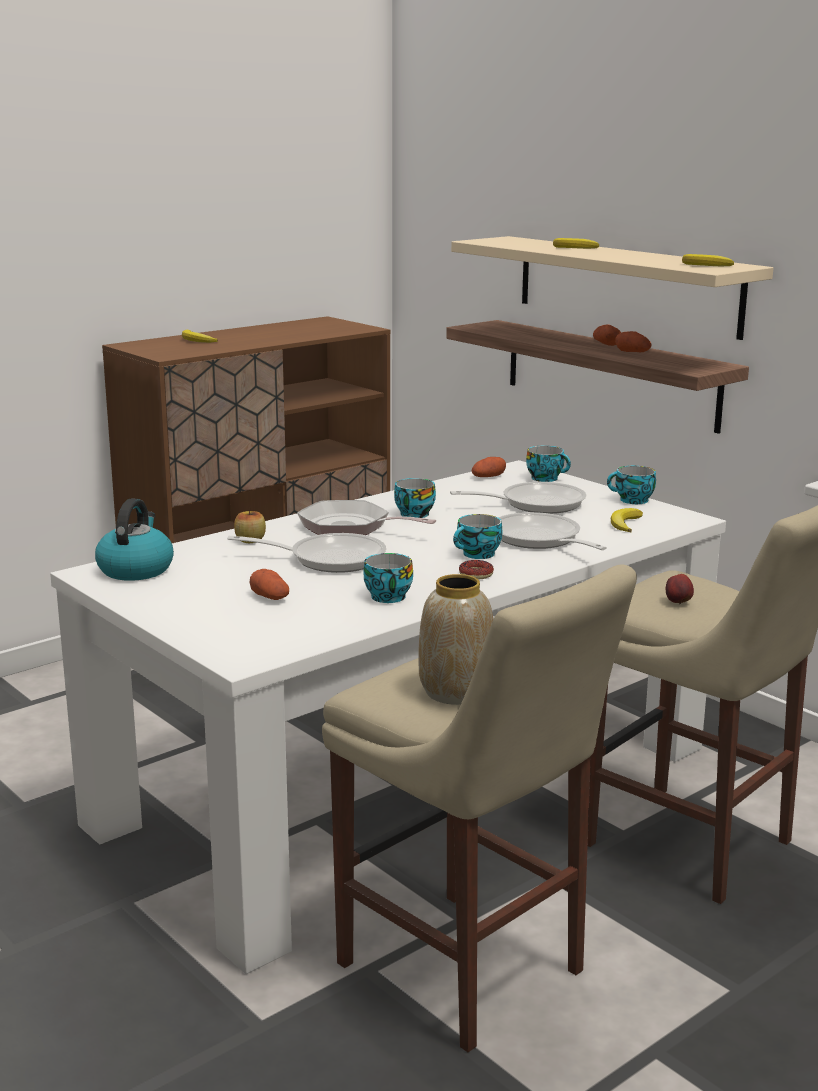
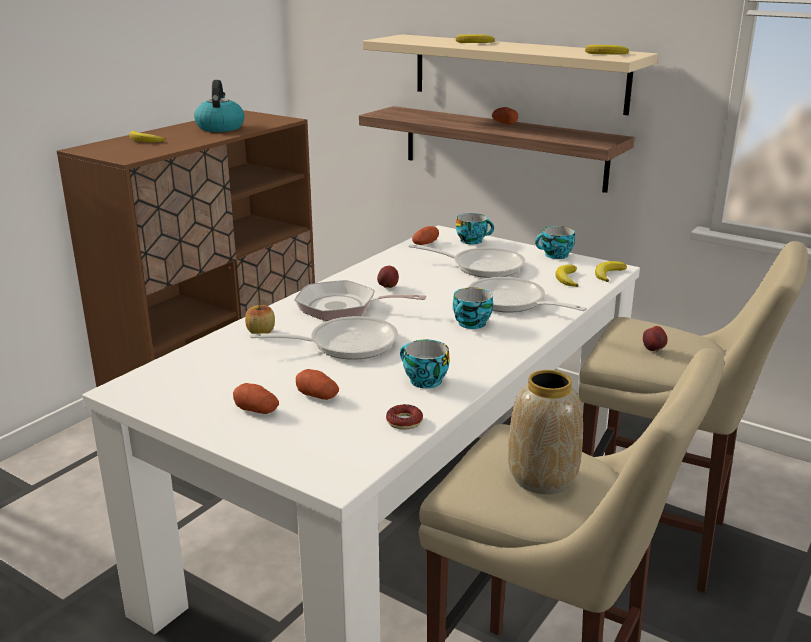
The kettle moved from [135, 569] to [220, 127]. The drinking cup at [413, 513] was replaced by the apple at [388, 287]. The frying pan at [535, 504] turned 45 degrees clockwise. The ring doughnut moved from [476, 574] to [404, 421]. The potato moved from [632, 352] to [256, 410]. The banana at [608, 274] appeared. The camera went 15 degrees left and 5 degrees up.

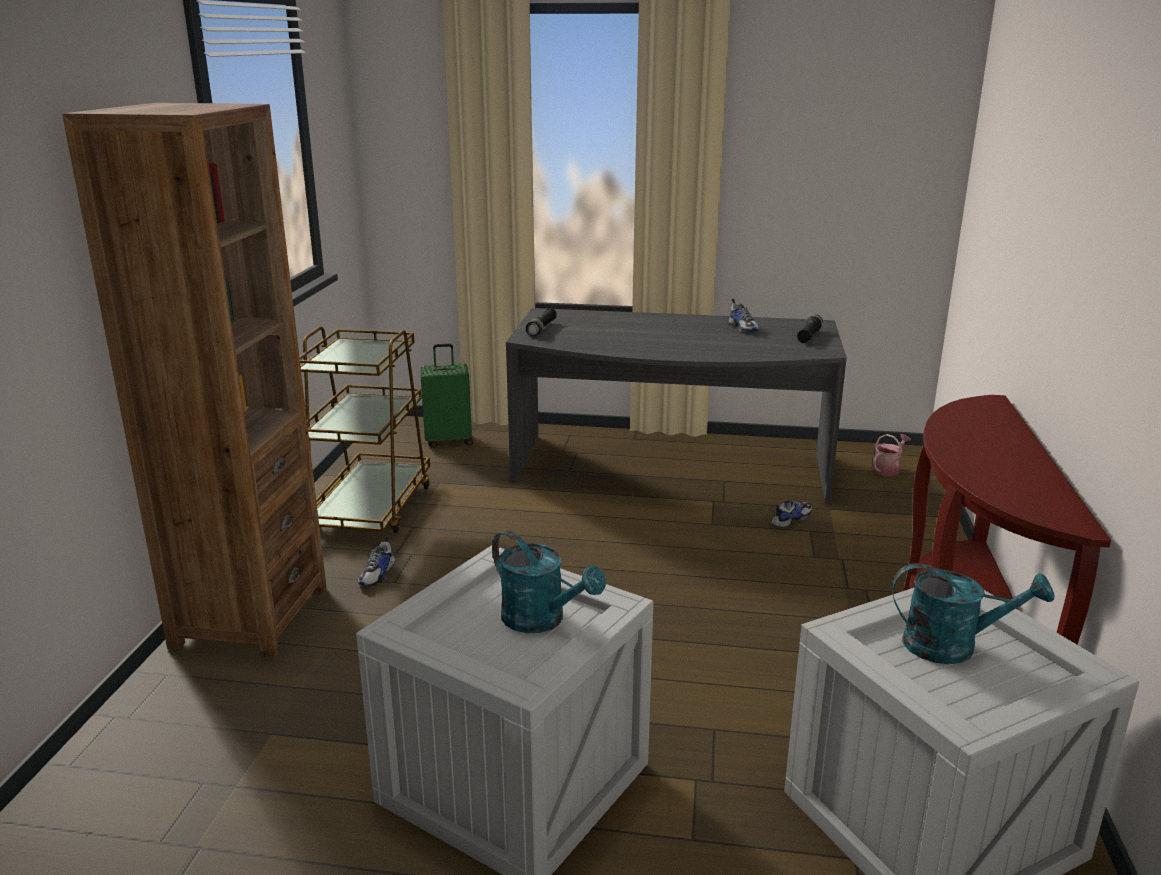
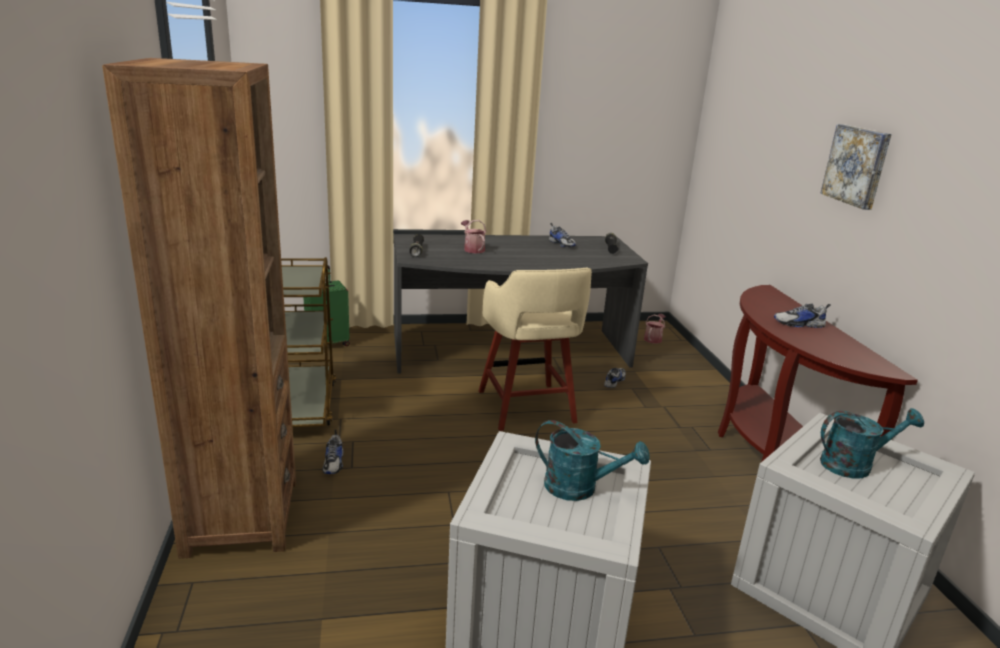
The sprinkling can at [473, 249] appeared. The sand-coloured stool at [527, 408] appeared. The item of footwear at [799, 324] appeared. The wall picture at [857, 165] appeared. The camera went 20 degrees left and 0 degrees up.

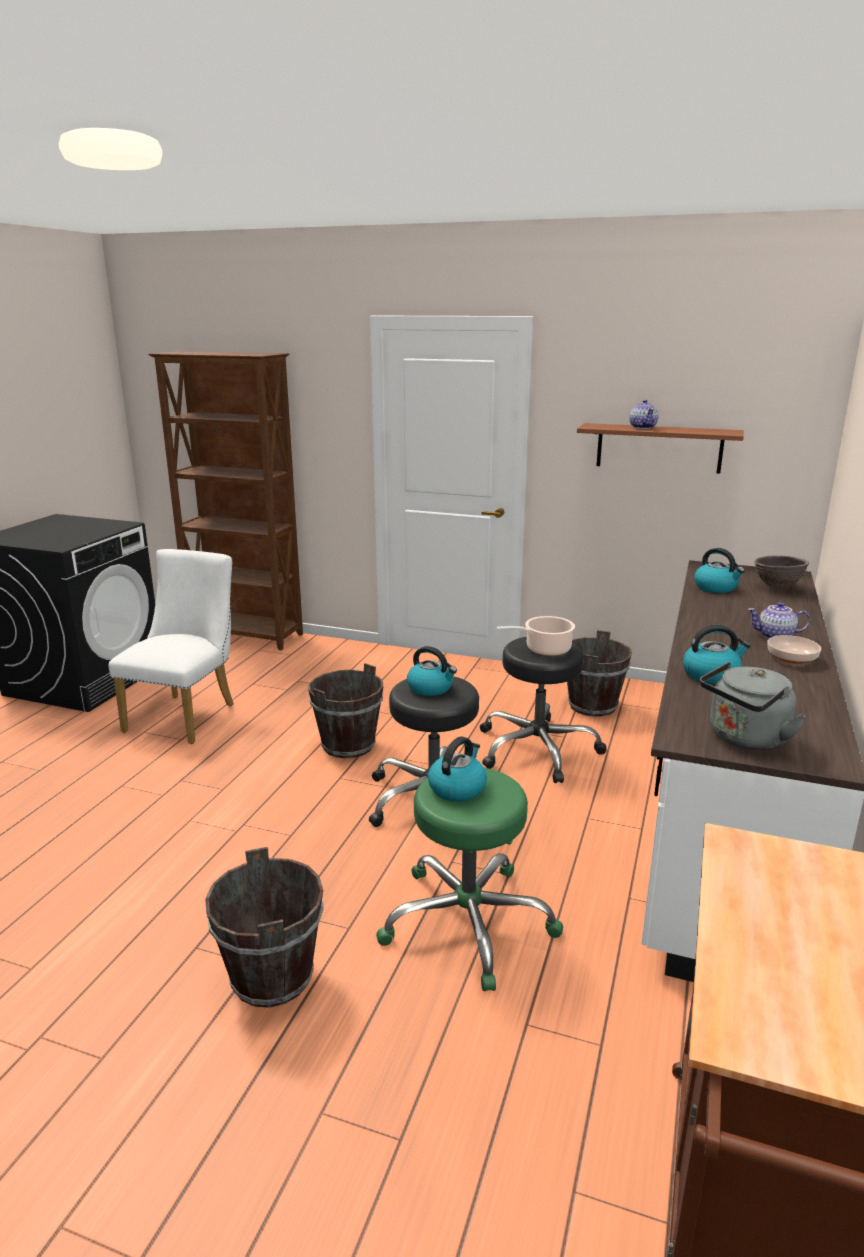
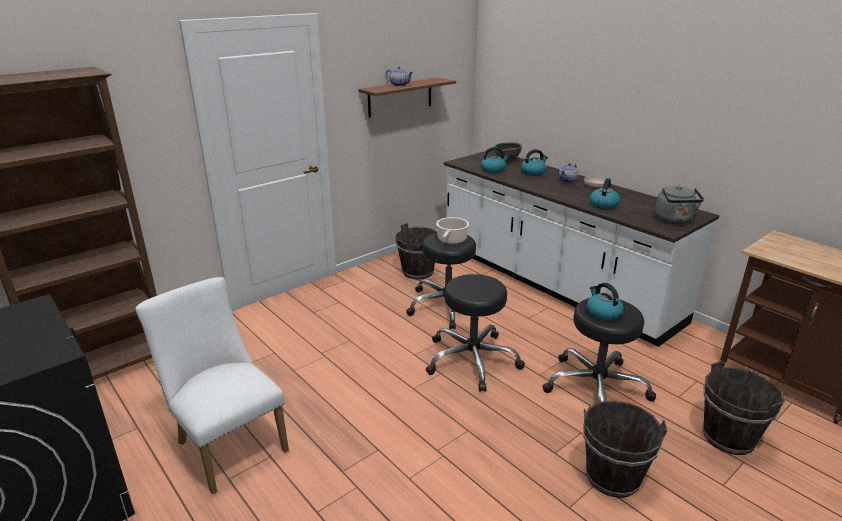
The brownish pail moved from [348, 745] to [729, 437]. The green-coloured stool at [469, 921] became the black-coloured stool at [596, 387]. The kettle moved from [431, 688] to [533, 172]. The camera went 60 degrees left and 5 degrees up.

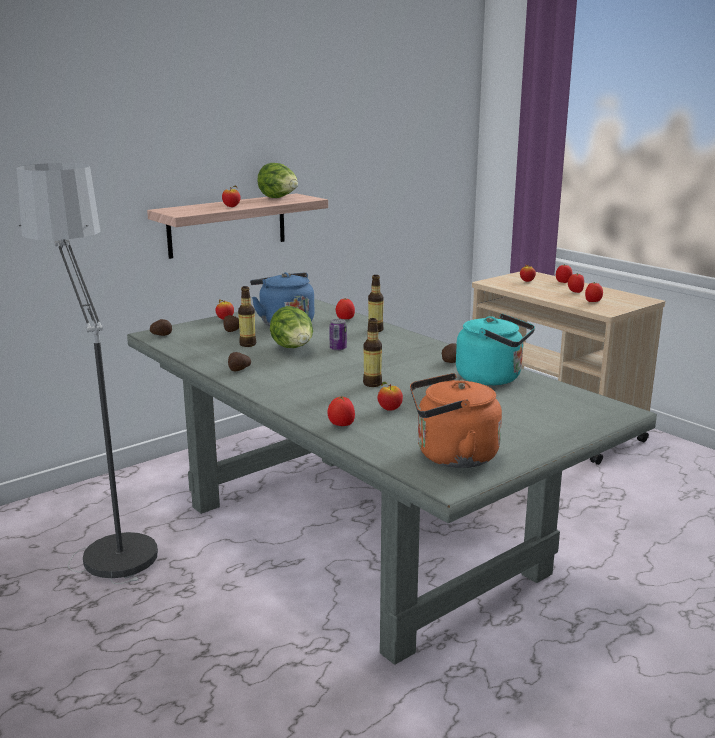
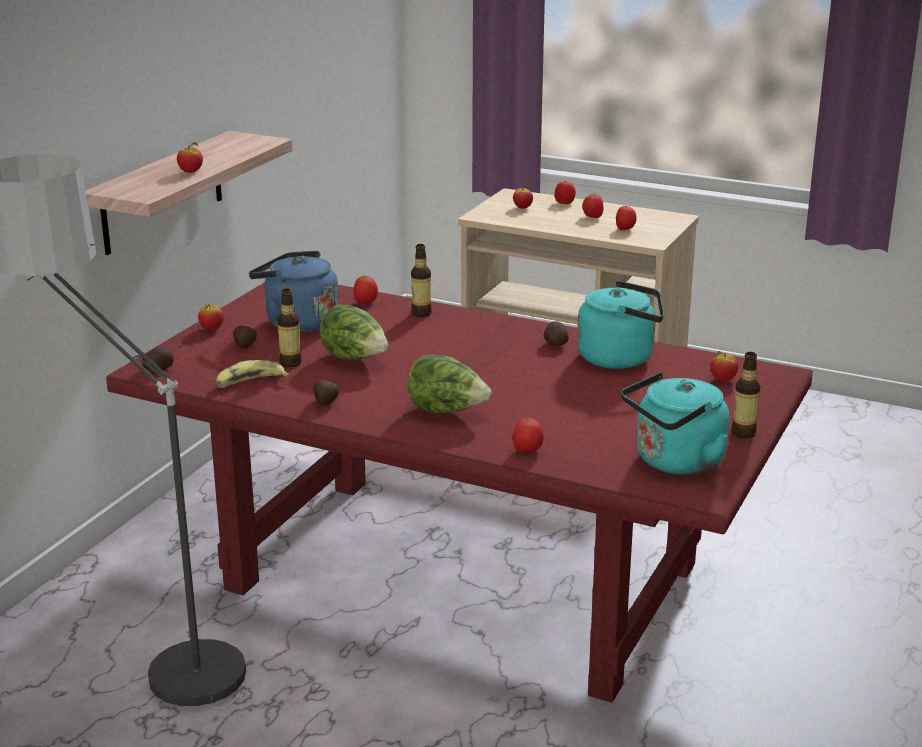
The gray kitchen table at [360, 539] became the red kitchen table at [464, 577]. The head of lettuce moved from [279, 198] to [447, 411]. The metal can at [338, 348] disappeared. The bottle moved from [372, 384] to [743, 433]. The apple moved from [389, 409] to [722, 380]. The orange kettle at [451, 456] became the turquoise kettle at [675, 462]. The banana at [250, 383] appeared. The camera went 25 degrees left and 5 degrees up.

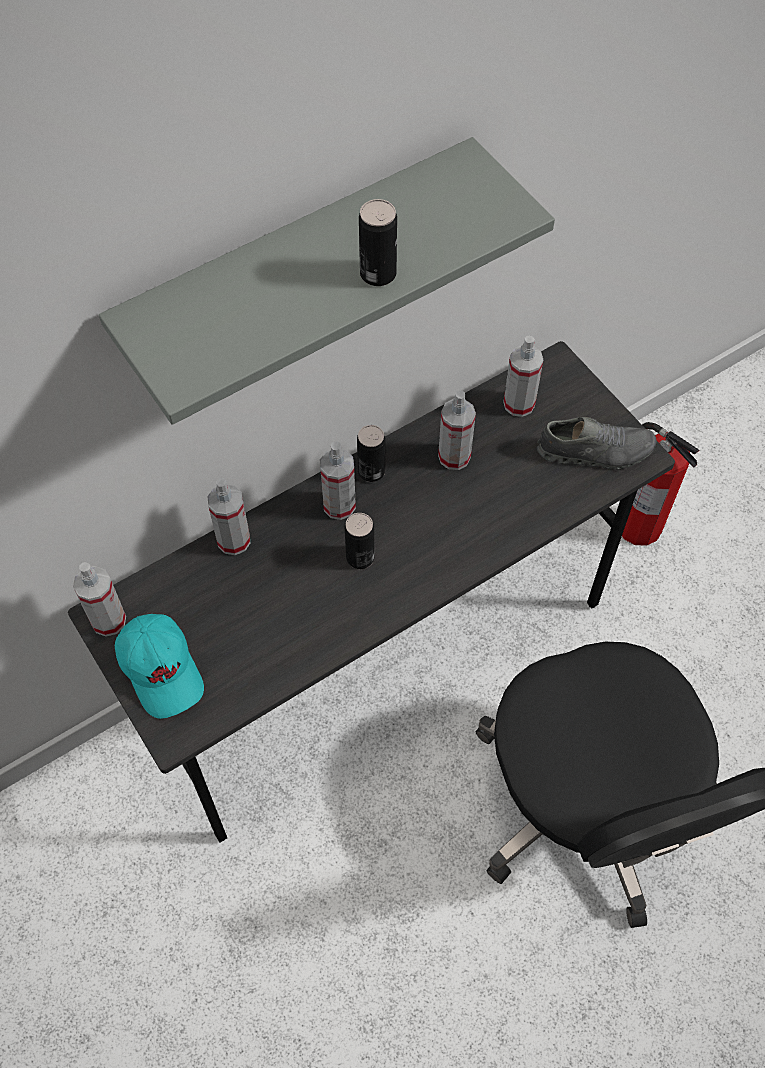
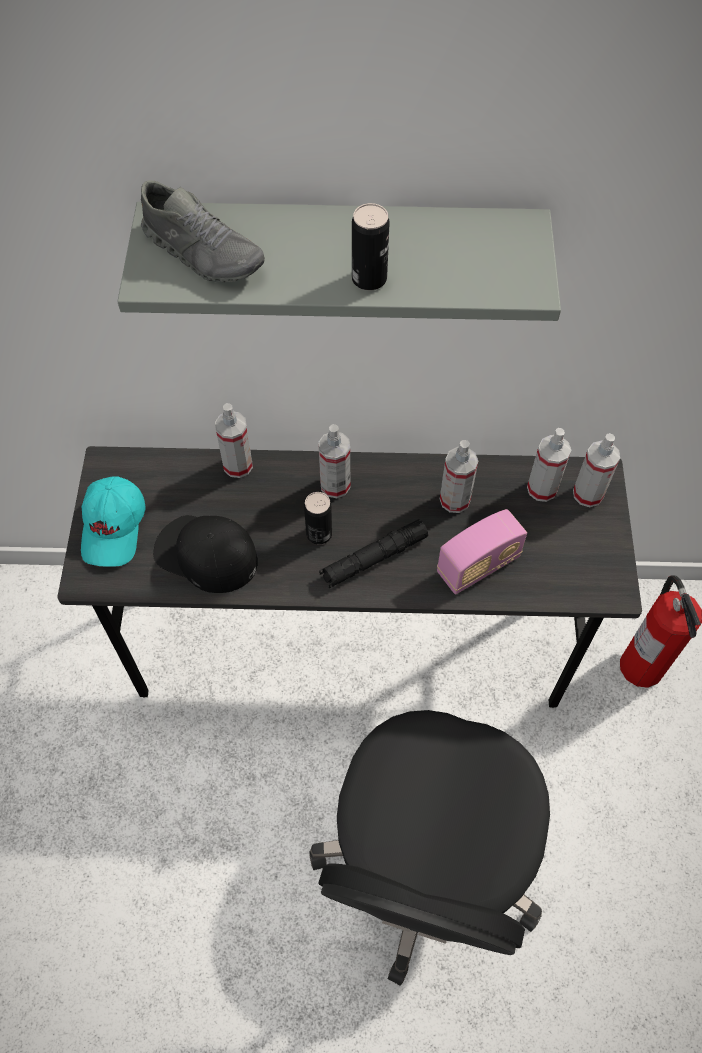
The spray bottle moved from [108, 620] to [588, 494]. The metal can at [371, 471] disappeared. The gray item of footwear moved from [594, 451] to [203, 252]. The black-coloured peaked cap at [206, 555] appeared. The black-coloured flashlight at [374, 558] appeared. The radio at [478, 565] appeared. The camera went 35 degrees right and 0 degrees up.

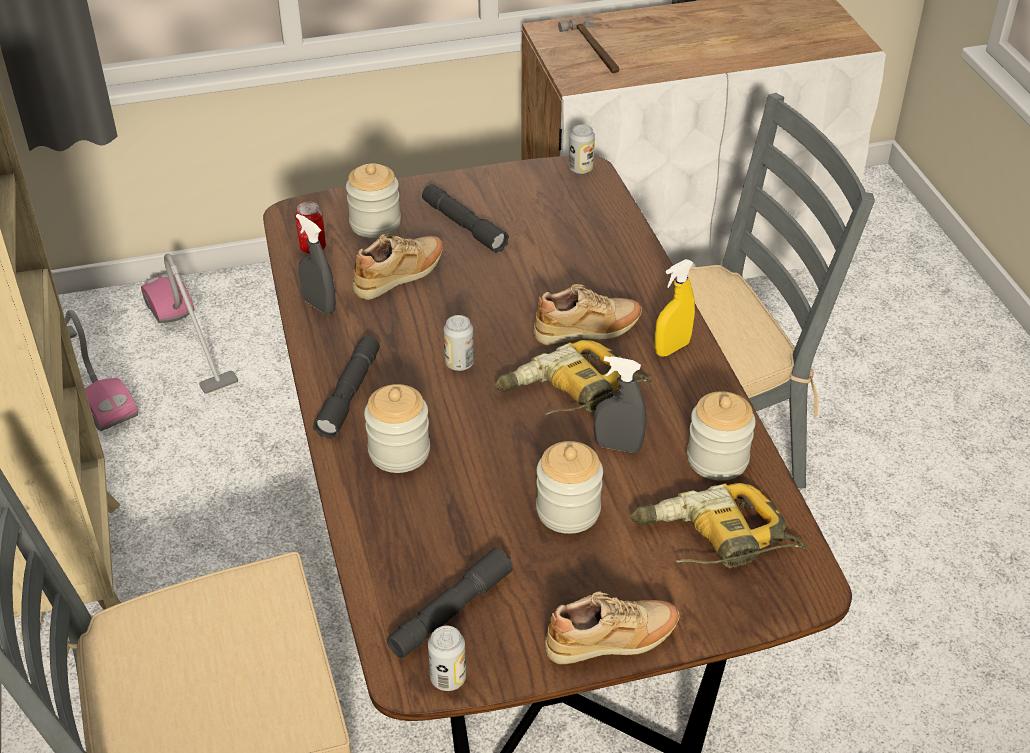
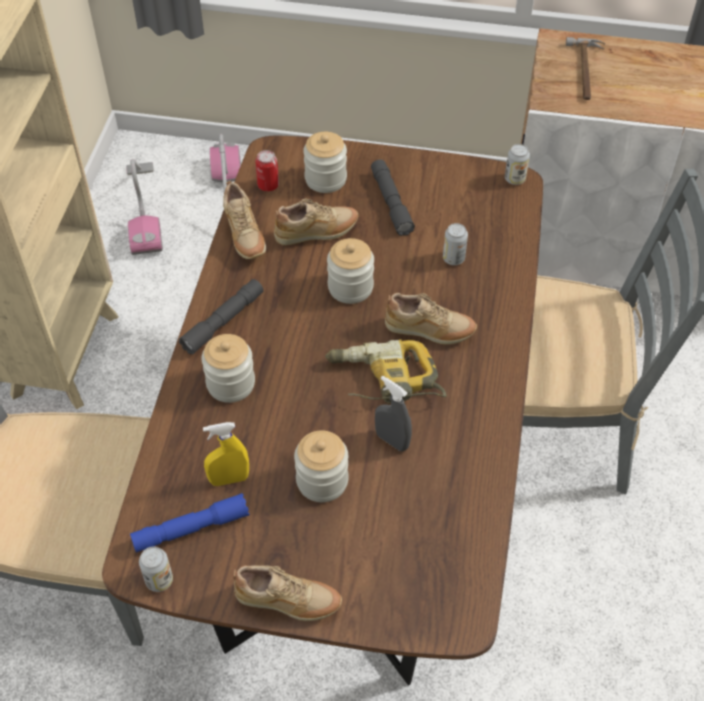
The gray spray bottle at [319, 305] was replaced by the sand-coloured item of footwear at [244, 238]. The gray flashlight at [450, 612] became the blue flashlight at [191, 529]. The metal can moved from [459, 363] to [453, 258]. The power drill at [713, 540] disappeared. The yellow-coloured spray bottle moved from [672, 348] to [229, 479]. The storage jar moved from [717, 459] to [350, 287]. The camera went 25 degrees right and 10 degrees up.

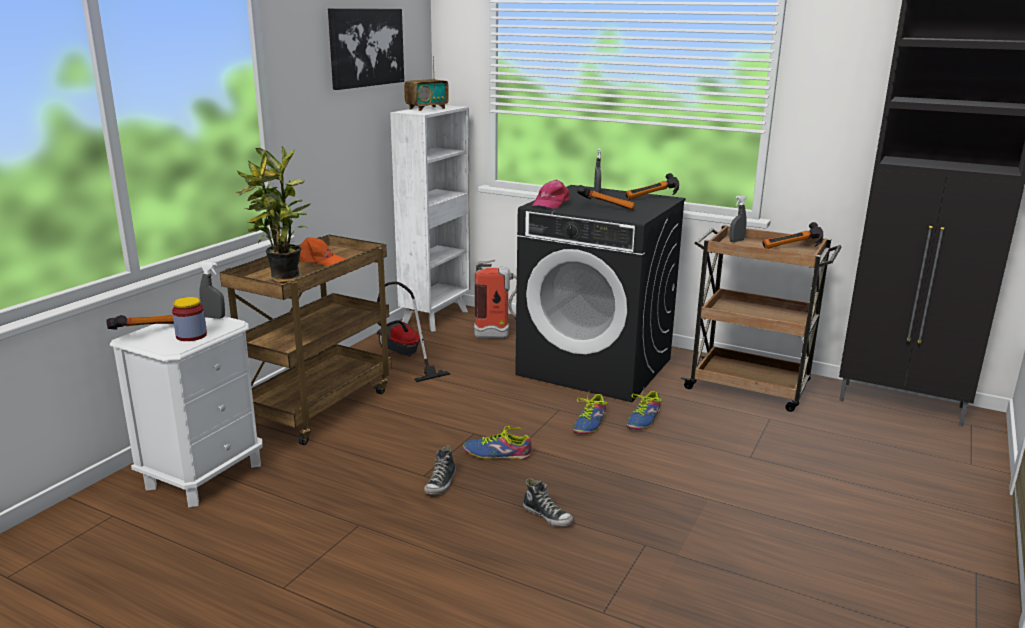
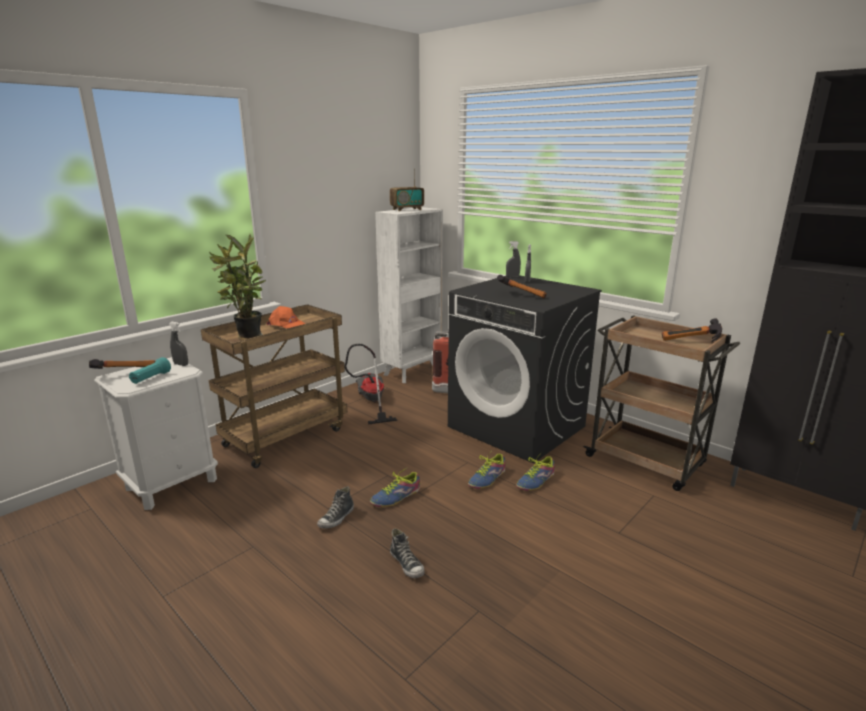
The storage jar at [191, 336] was replaced by the turquoise flashlight at [150, 378]. The wall picture at [365, 47] disappeared. The item of footwear at [497, 454] turned 60 degrees counterclockwise. The pink peaked cap at [551, 203] disappeared. The hand hammer at [653, 199] disappeared. The gray spray bottle moved from [736, 241] to [512, 277]. The camera went 15 degrees right and 0 degrees up.

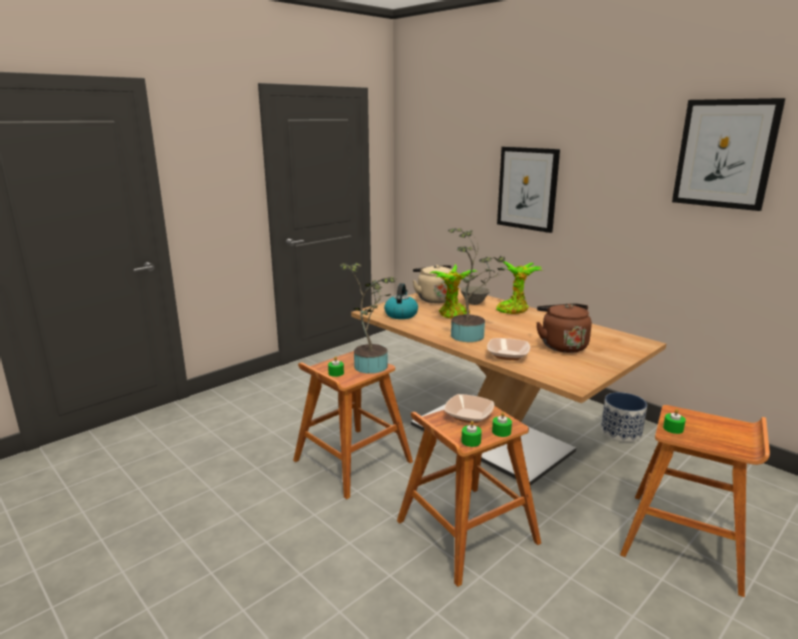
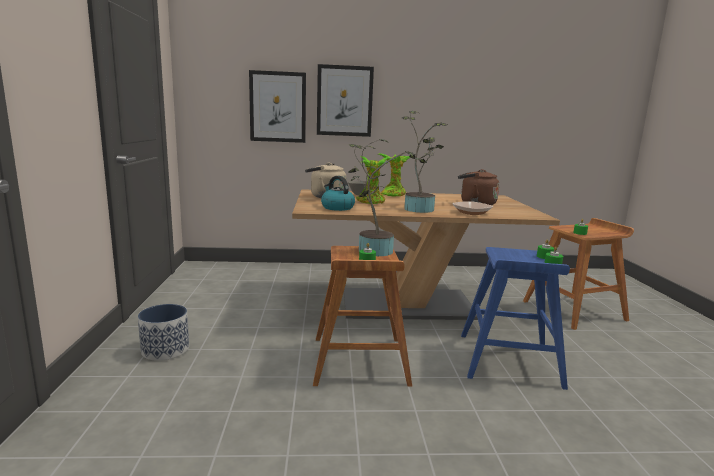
The brownish stool at [465, 532] became the blue stool at [508, 360]. The deep dish at [469, 416] disappeared. The flower pot moved from [620, 432] to [165, 350]. The wall picture moved from [725, 154] to [278, 107]. The camera went 50 degrees left and 5 degrees down.

